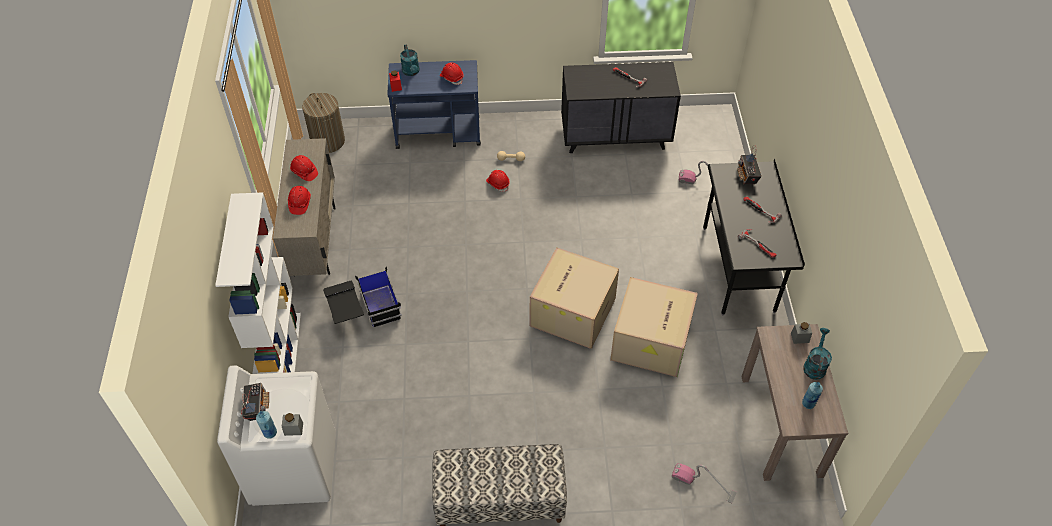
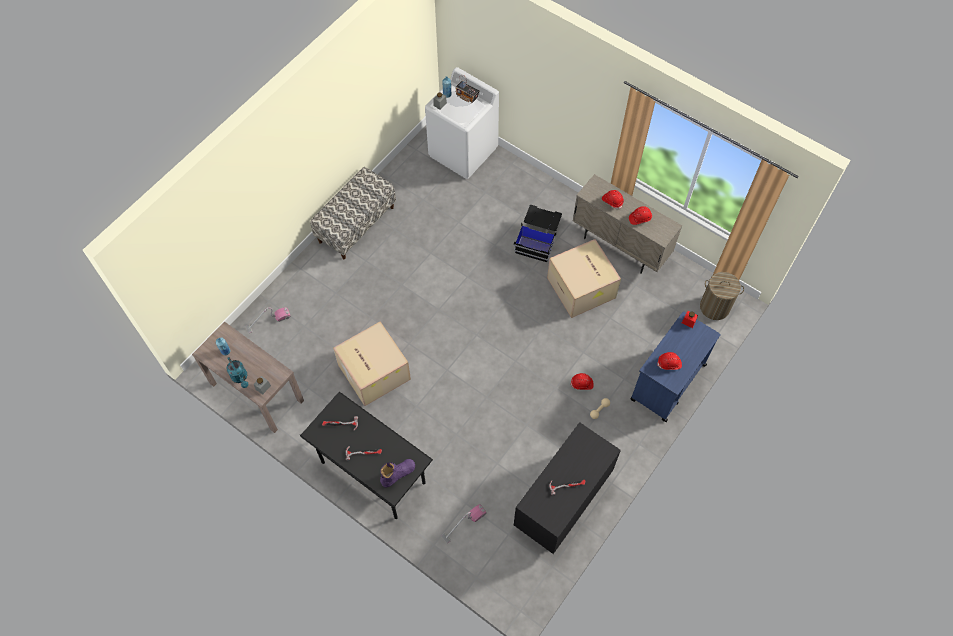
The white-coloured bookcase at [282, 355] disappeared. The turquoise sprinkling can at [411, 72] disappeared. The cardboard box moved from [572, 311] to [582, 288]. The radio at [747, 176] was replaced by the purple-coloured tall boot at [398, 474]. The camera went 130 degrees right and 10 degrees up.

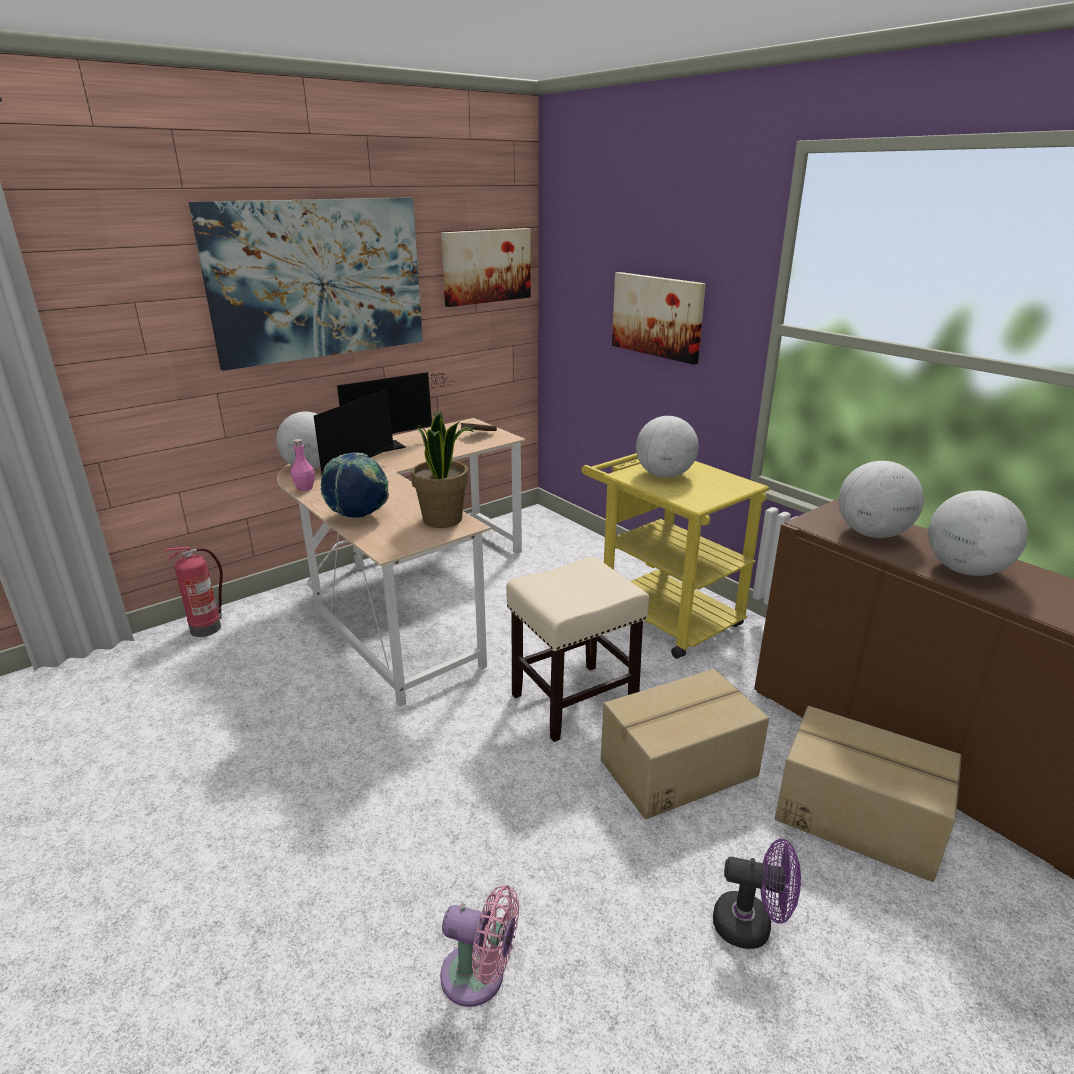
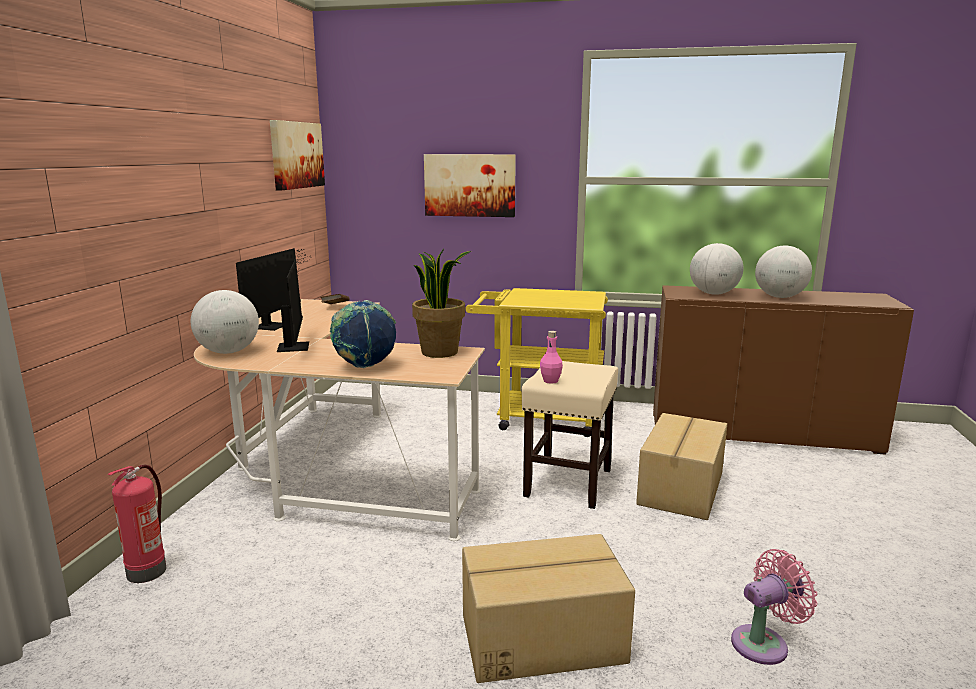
The wall picture at [318, 280] disappeared. The pink bottle moved from [305, 488] to [550, 381]. The world globe at [664, 475] disappeared. The purple-coloured electric fan at [752, 926] disappeared. The cardboard box moved from [857, 816] to [541, 637]. The camera went 40 degrees left and 10 degrees down.

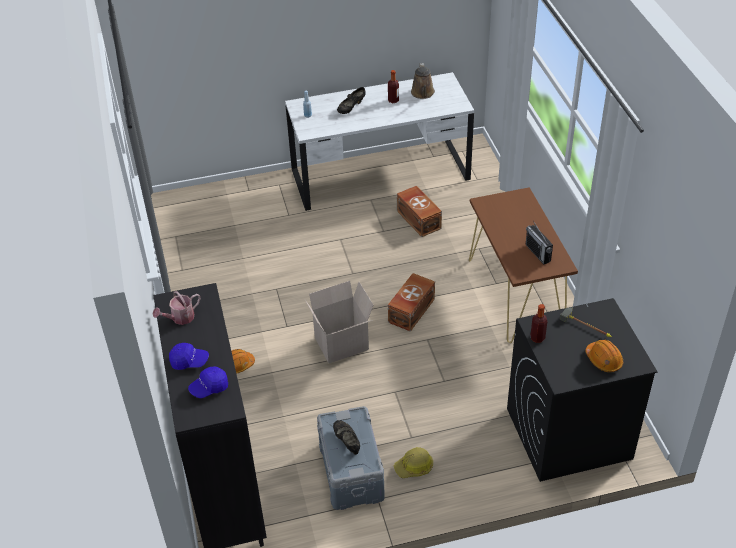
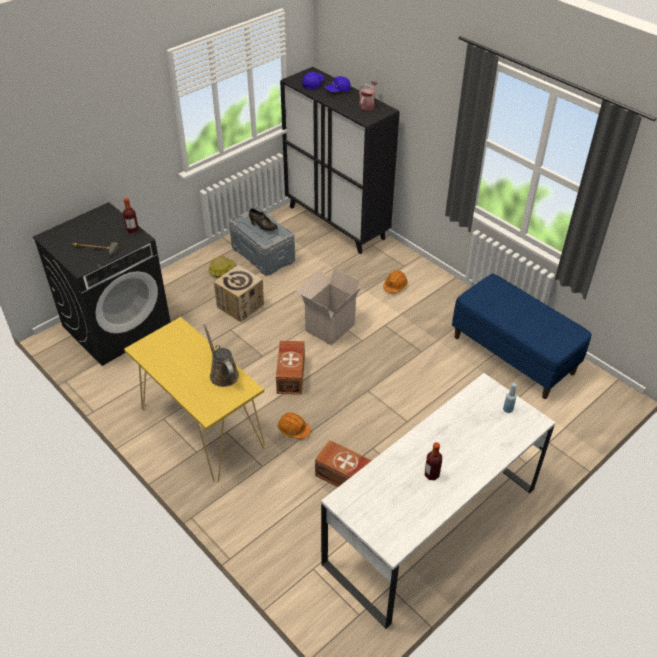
The black-coloured item of footwear at [351, 108] disappeared. The brownish sprinkling can moved from [423, 93] to [222, 373]. The brownish console table at [515, 295] became the yellow-coloured console table at [201, 426]. The radio at [538, 253] disappeared. The orange work helmet moved from [603, 360] to [293, 429]. The cardboard box at [240, 305] appeared. The blue long seat at [514, 355] appeared. The camera went 150 degrees right and 0 degrees up.

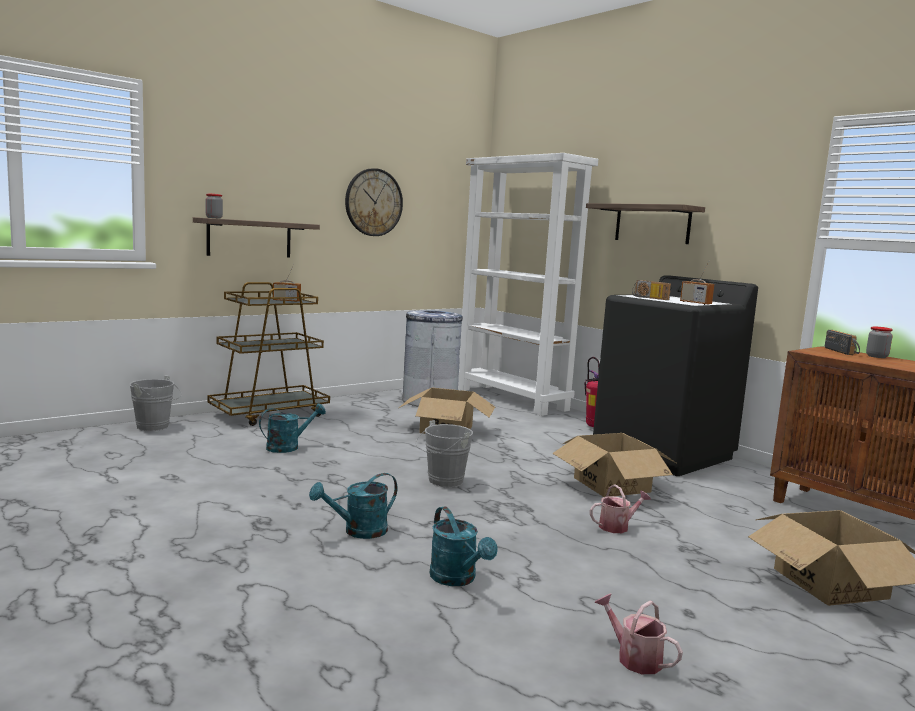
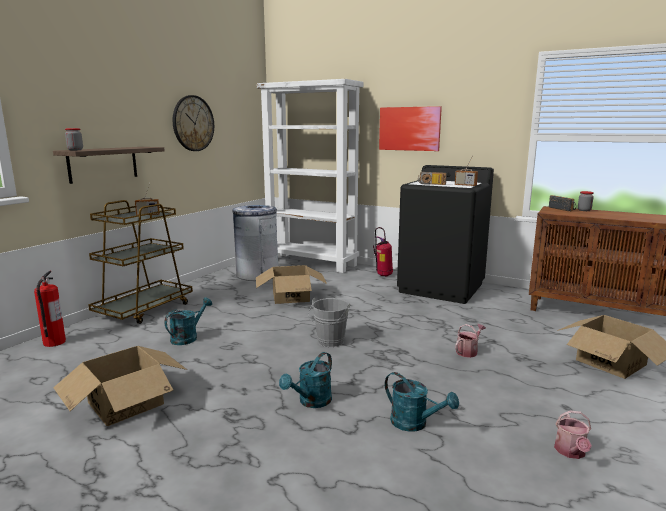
The gray pail at [155, 427] was replaced by the fire extinguisher at [54, 342]. The cardboard box moved from [612, 485] to [126, 403]. The shelf at [652, 224] was replaced by the wall picture at [409, 128]. The sprinkling can at [634, 657] turned 105 degrees counterclockwise. The camera went 20 degrees left and 5 degrees up.

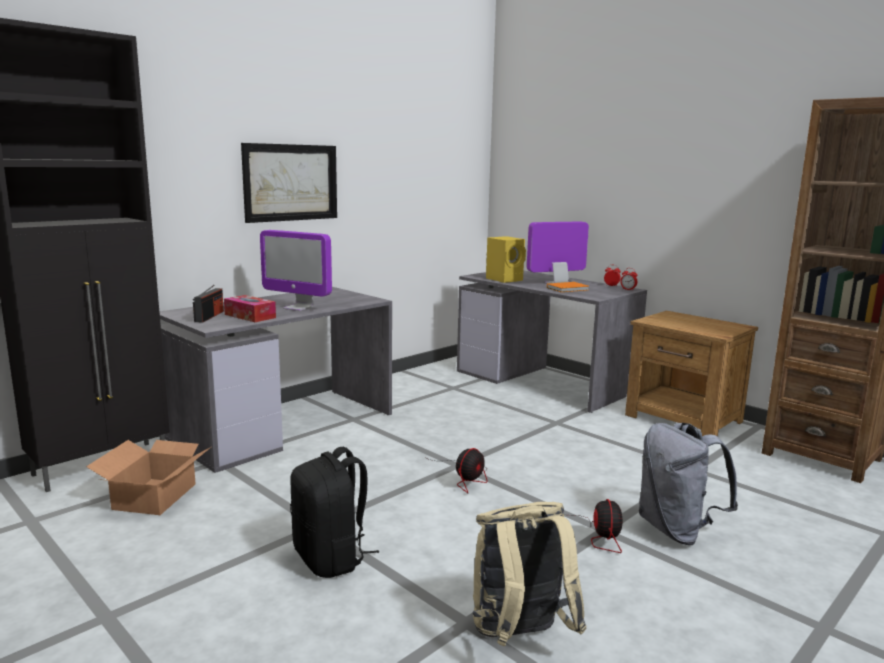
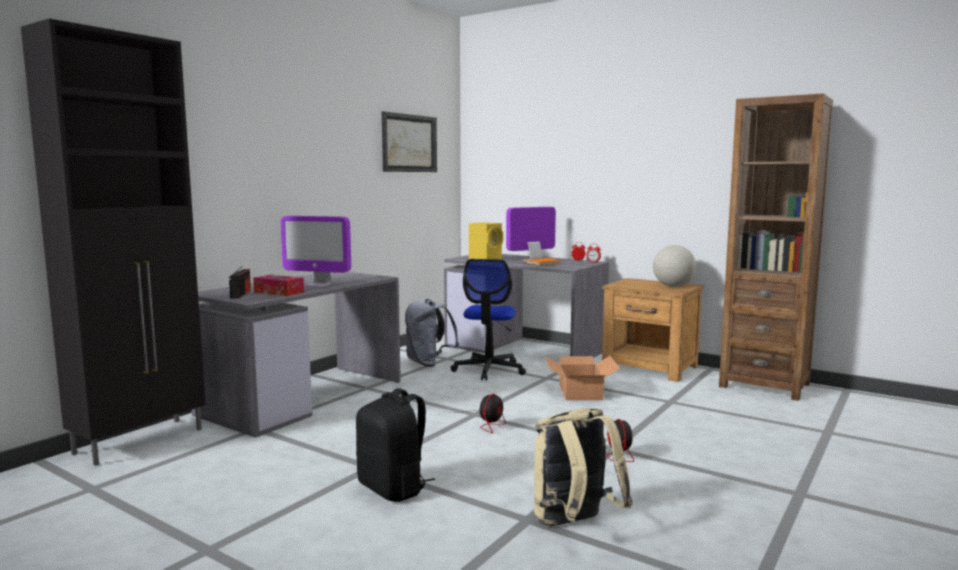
The cardboard box moved from [156, 496] to [581, 392]. The wall picture moved from [291, 182] to [409, 143]. The gray rucksack moved from [677, 530] to [428, 363]. The desk chair at [489, 370] appeared. The world globe at [673, 286] appeared. The camera went 10 degrees left and 5 degrees down.

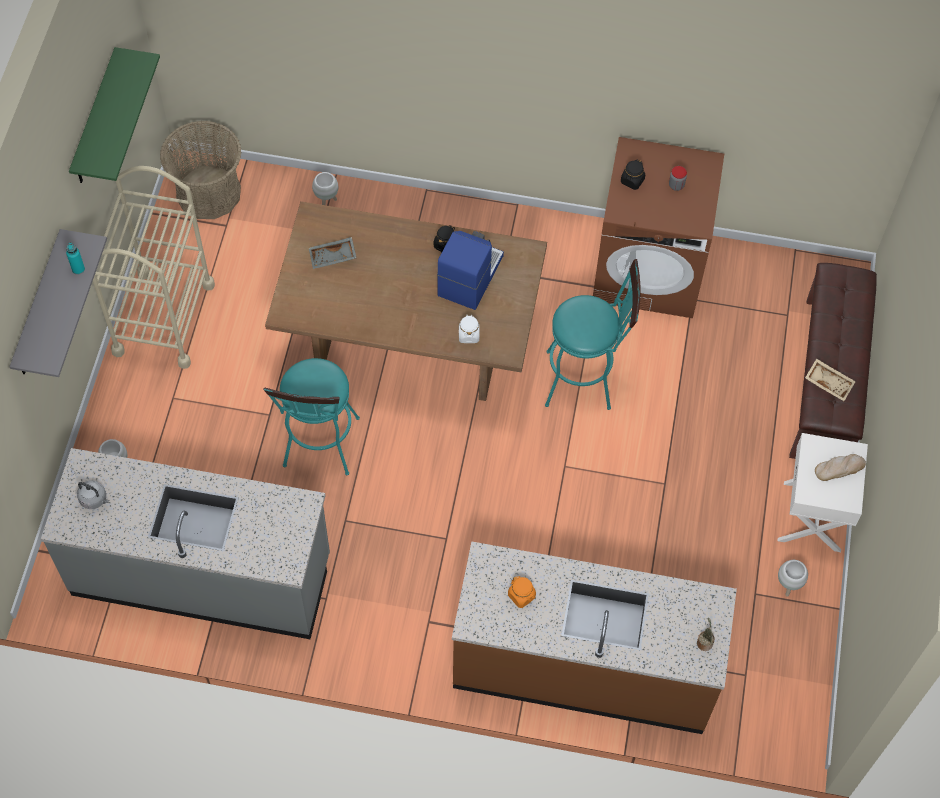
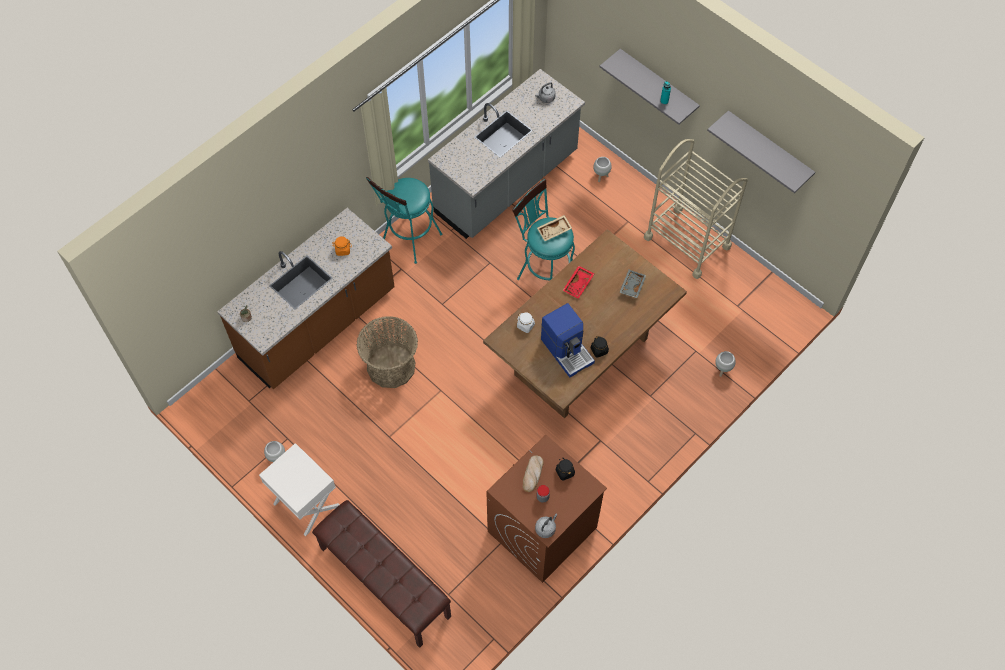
The green-coloured shelf at [95, 120] became the gray shelf at [768, 149]. The storage basket moved from [208, 193] to [391, 366]. The turquoise stool moved from [586, 379] to [409, 241]. The sand-coloured tray moved from [829, 382] to [554, 231]. The baked bread moved from [839, 468] to [532, 474]. The gray kettle at [546, 528] appeared. The red tray at [578, 284] appeared. The camera went 125 degrees right and 0 degrees up.

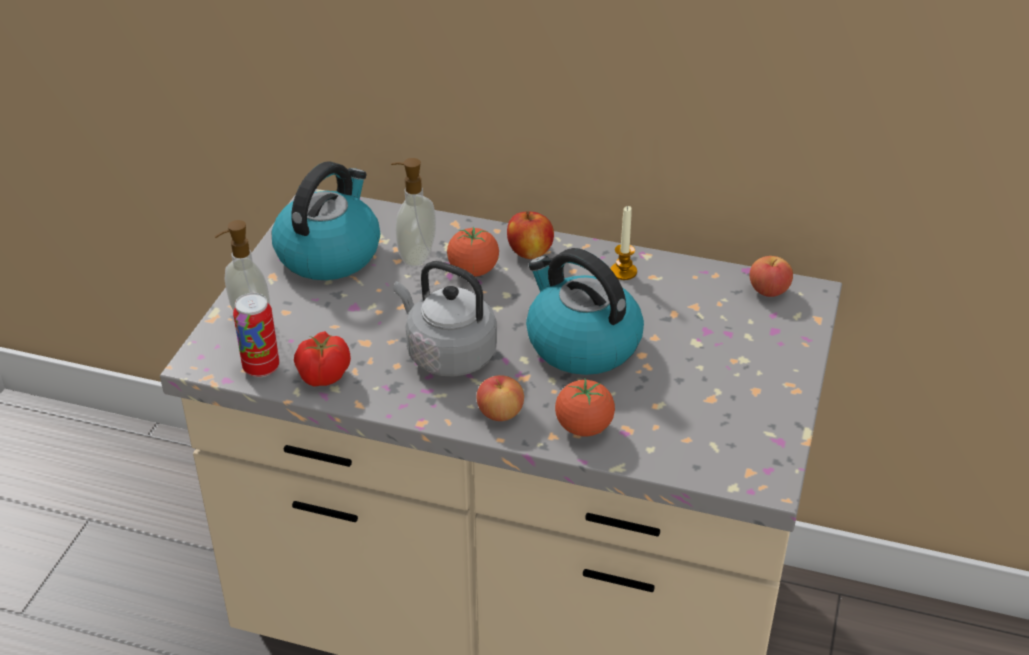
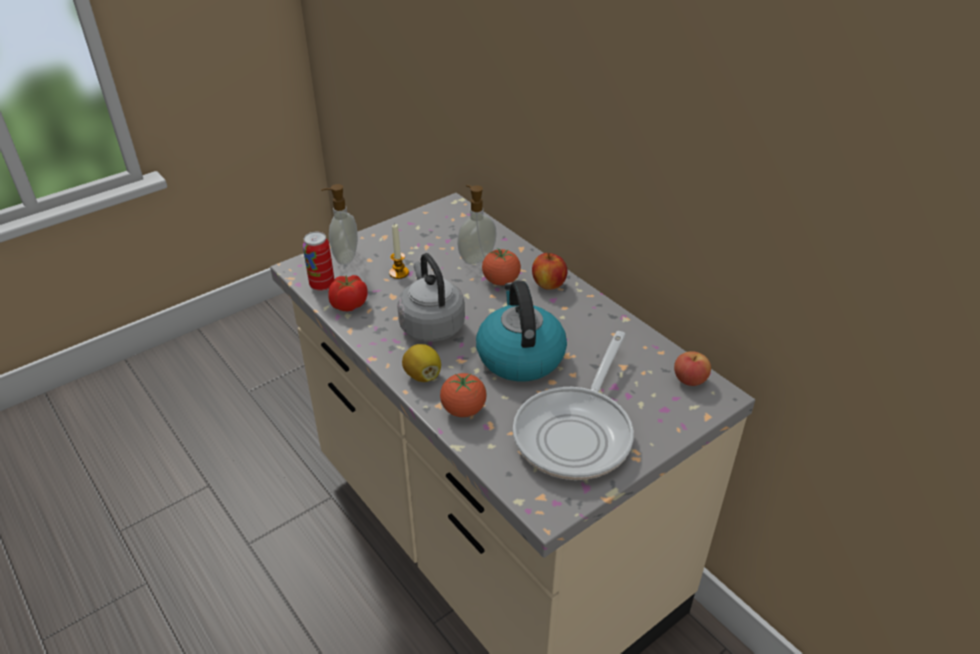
The kettle at [329, 253] disappeared. The apple at [500, 413] was replaced by the citrus fruit at [422, 375]. The wax candle moved from [623, 272] to [399, 273]. The frying pan at [577, 432] appeared. The camera went 35 degrees right and 0 degrees up.

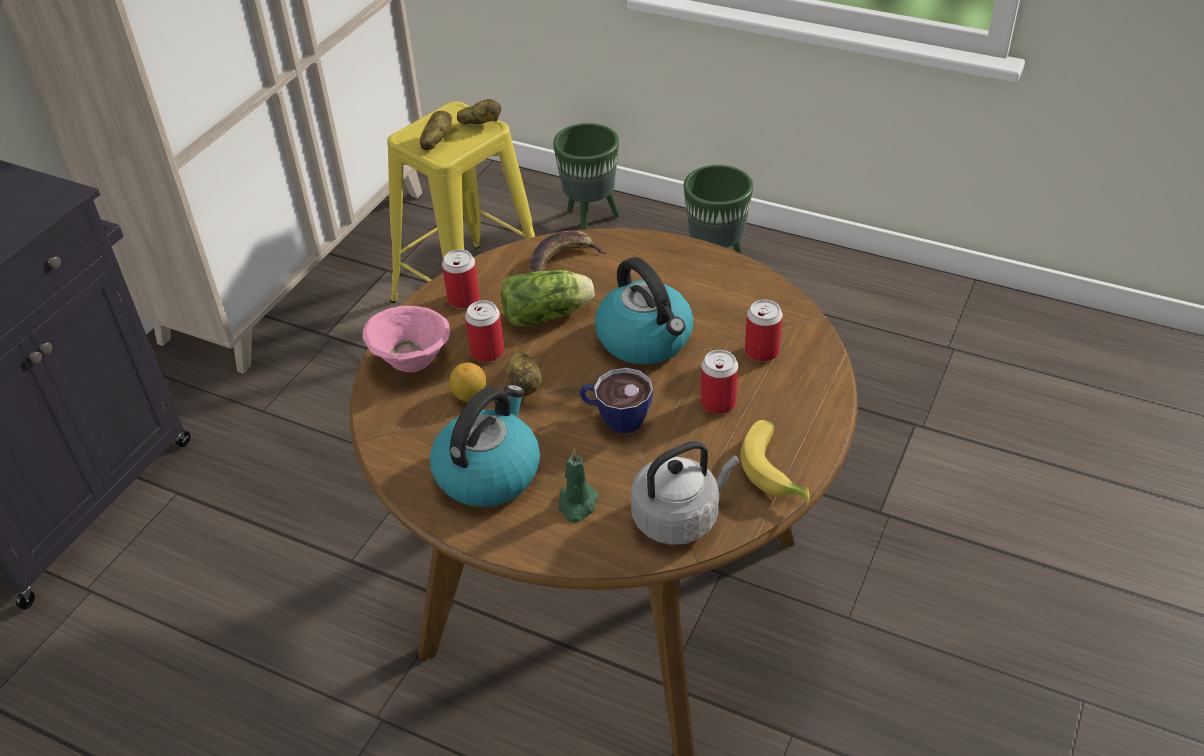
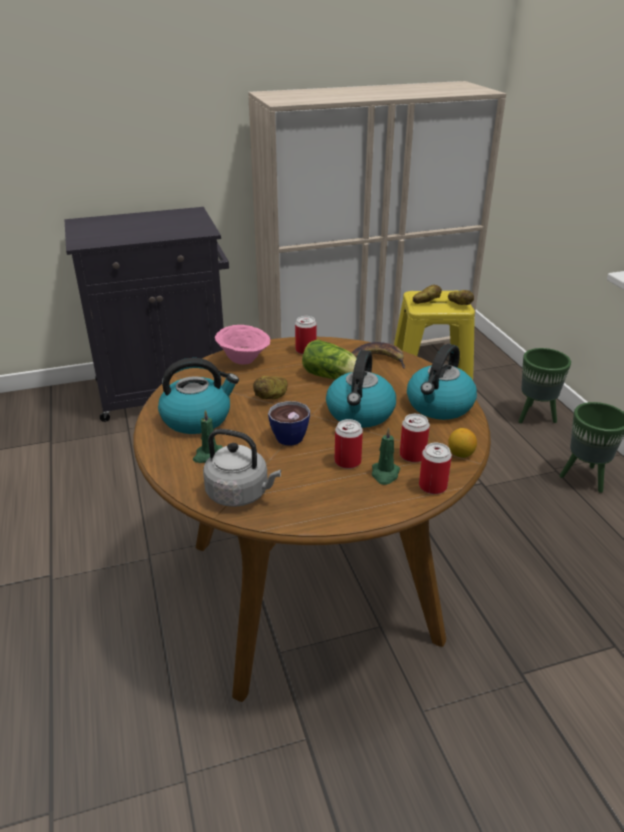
The citrus fruit moved from [470, 395] to [460, 454]. The metal can moved from [487, 352] to [432, 486]. The banana at [777, 470] disappeared. The green-coloured wax candle at [385, 474] appeared. The kettle at [439, 406] appeared. The camera went 45 degrees right and 10 degrees down.

